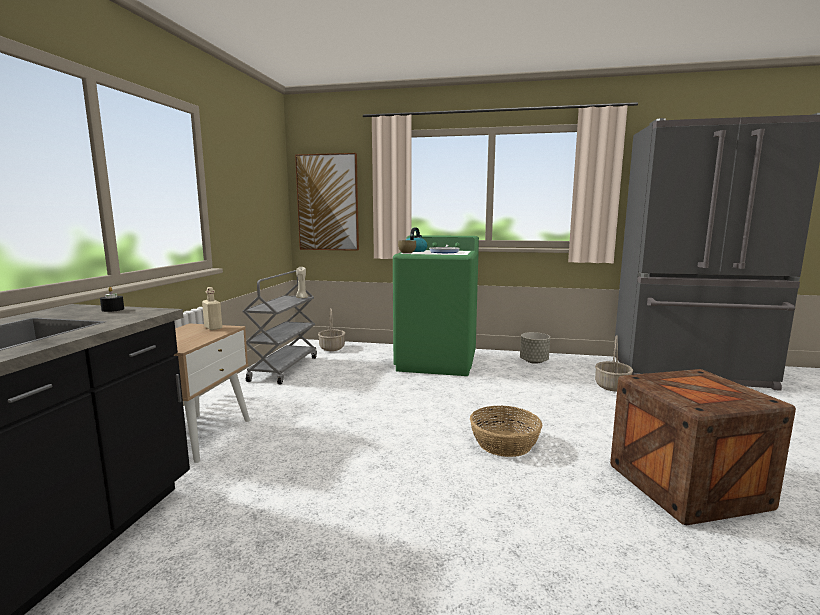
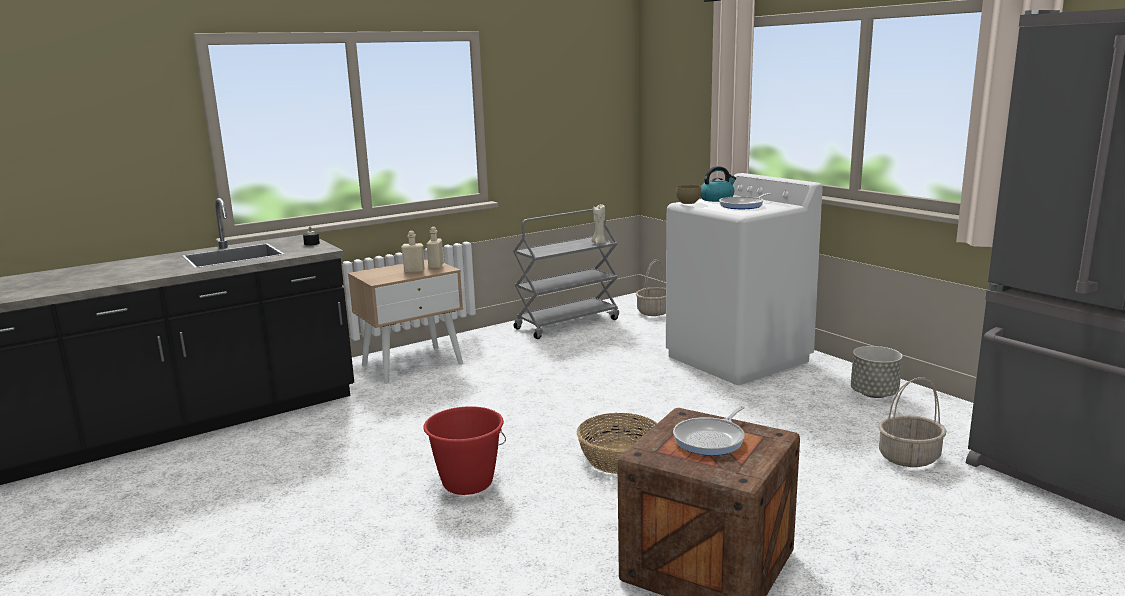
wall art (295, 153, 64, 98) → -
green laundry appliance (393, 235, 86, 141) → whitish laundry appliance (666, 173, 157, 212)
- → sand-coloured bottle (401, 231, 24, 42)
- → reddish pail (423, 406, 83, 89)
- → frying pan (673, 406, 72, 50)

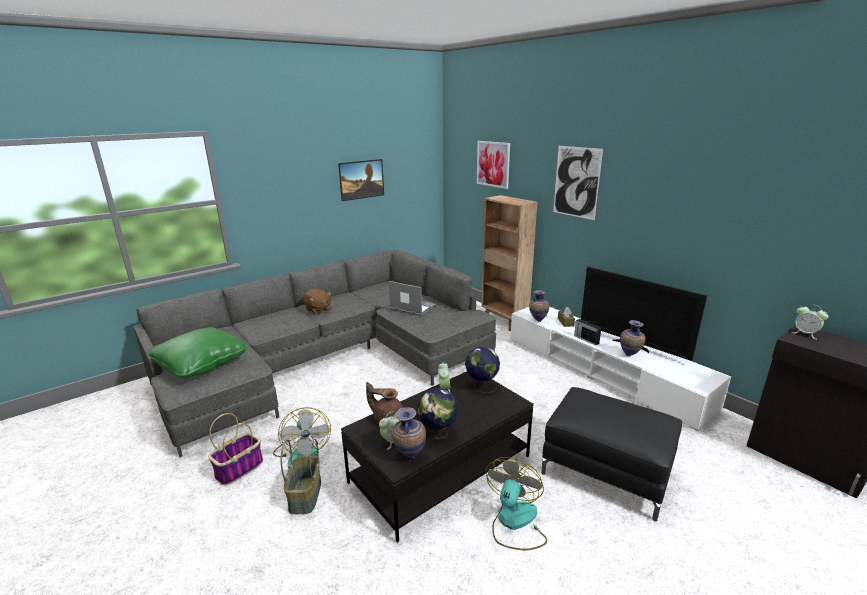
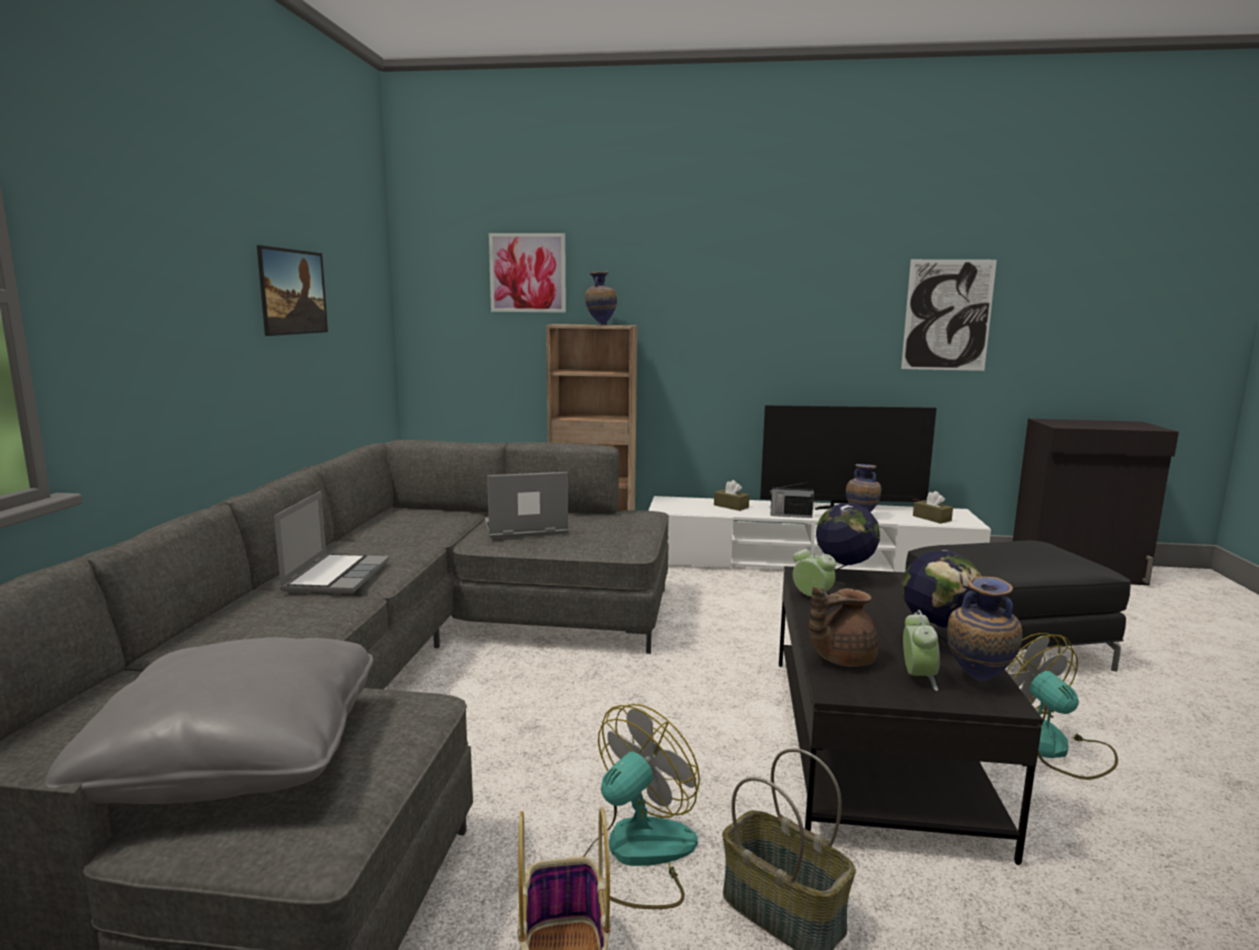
wall art (553, 146, 50, 74) → wall art (901, 259, 96, 112), shifted
brownish cuddly toy (303, 289, 29, 26) → notebook computer (274, 491, 115, 103)
decorative vase (529, 290, 20, 32) → decorative vase (585, 271, 32, 54), shifted
bedside clock (791, 304, 38, 36) → -
green cushion (148, 327, 99, 51) → gray cushion (45, 637, 328, 167)
cooling fan (273, 407, 58, 61) → cooling fan (584, 704, 116, 205), 75 degrees counterclockwise
- → brownish tissue holder (913, 491, 40, 33)

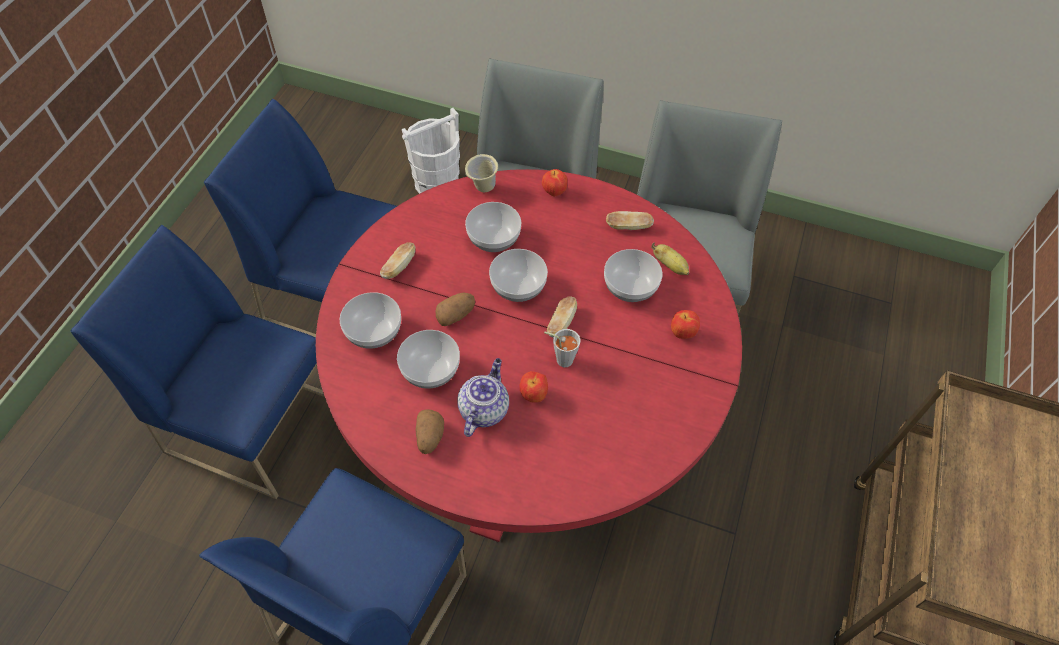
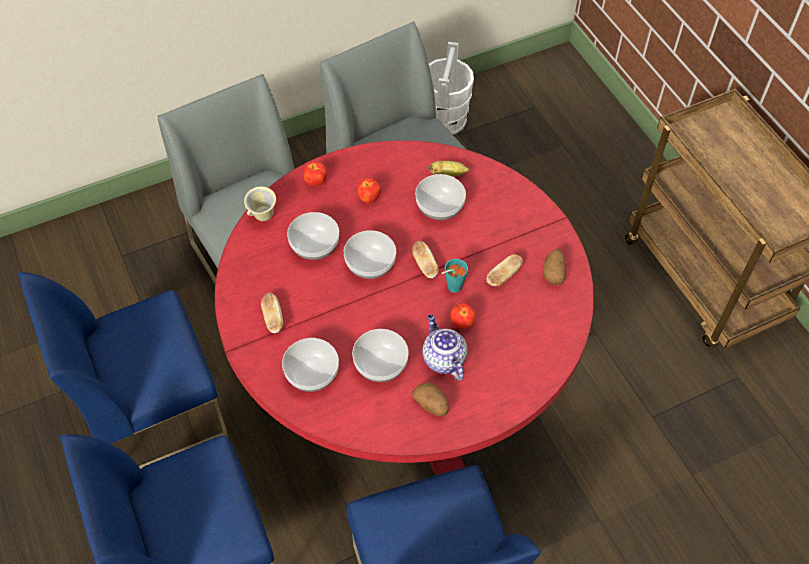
whitish pail (402, 108, 58, 86) → whitish pail (429, 42, 45, 93), shifted
bread (606, 211, 48, 19) → bread (486, 254, 37, 32), shifted
potato (436, 293, 39, 33) → potato (543, 249, 23, 36), shifted
apple (671, 310, 29, 29) → apple (357, 178, 24, 26), shifted
gray drinking cup (544, 329, 37, 38) → turquoise drinking cup (442, 259, 26, 34)

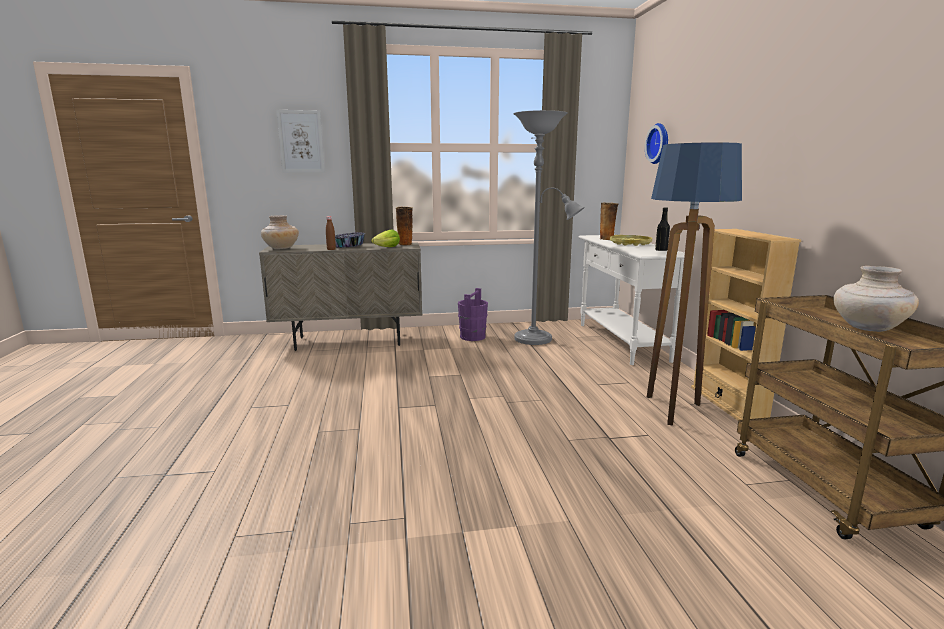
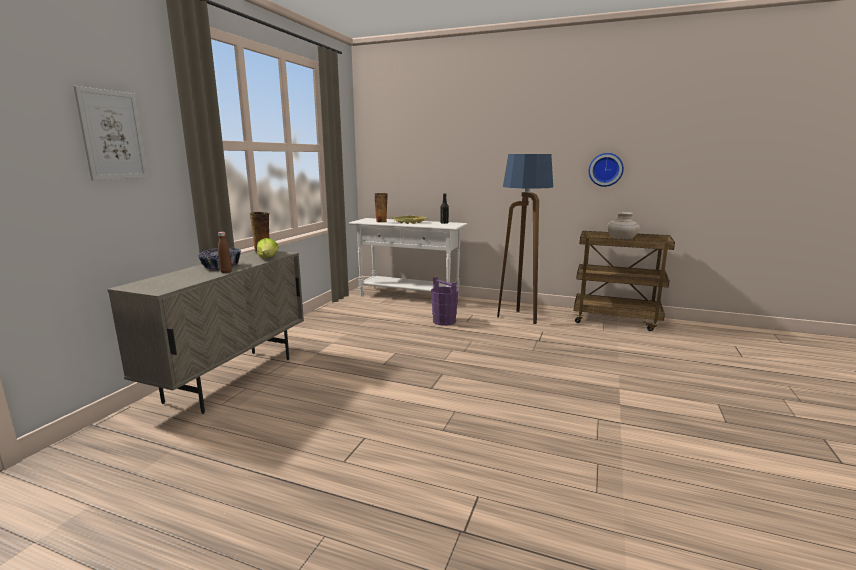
gray standing lamp (514, 110, 71, 235) → -
hanging clock (645, 123, 23, 41) → hanging clock (589, 153, 35, 34), shifted
sand-coloured decorative vase (261, 215, 38, 34) → -
sand-coloured shelving unit (691, 229, 110, 191) → -
purple pail (458, 288, 30, 53) → purple pail (431, 277, 27, 49), shifted

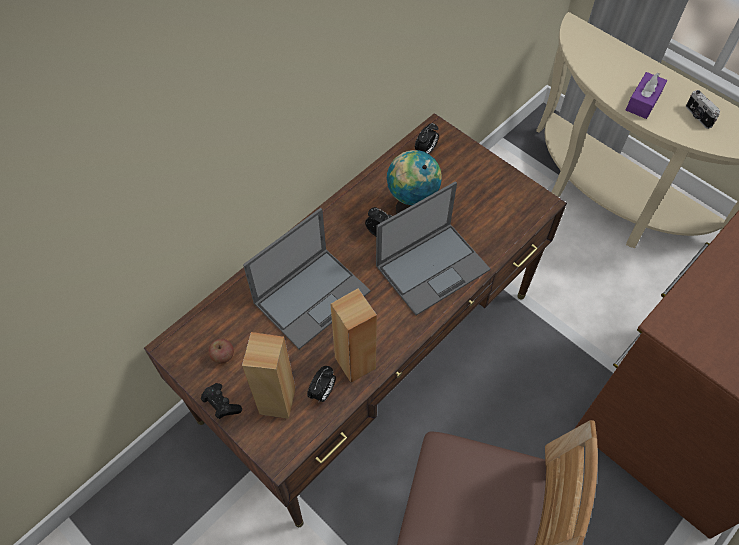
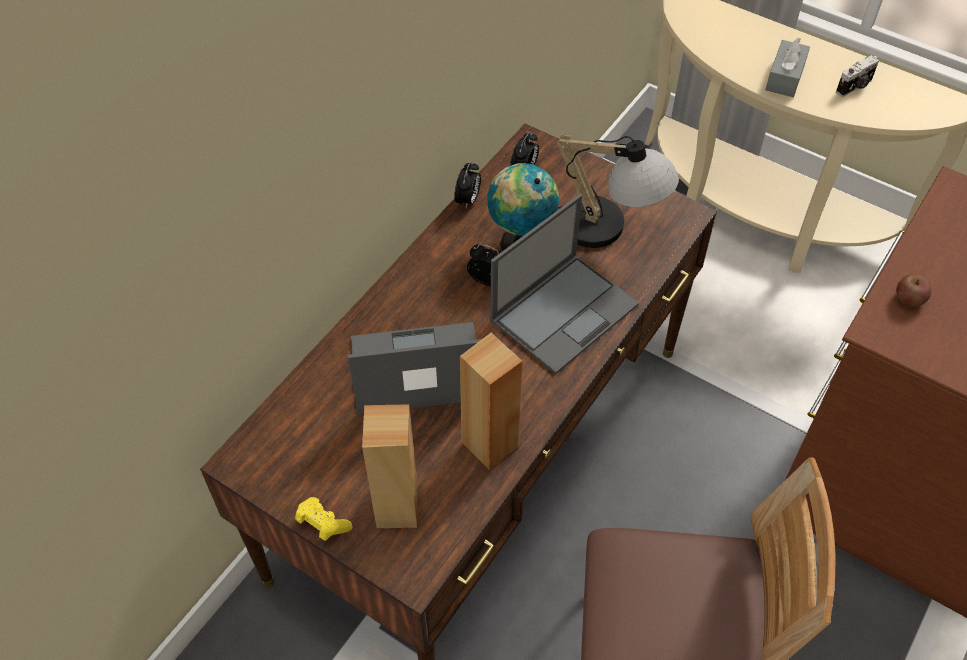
purple tissue holder (626, 72, 41, 47) → gray tissue holder (765, 38, 45, 59)
photo camera (686, 90, 34, 39) → photo camera (836, 55, 43, 42), 90 degrees counterclockwise
notebook computer (243, 208, 128, 141) → notebook computer (348, 322, 134, 93), 135 degrees counterclockwise
apple (209, 339, 25, 25) → apple (896, 274, 36, 33), shifted
bedside clock (307, 366, 29, 36) → bedside clock (454, 162, 27, 46), shifted
black-coloured gamepad (201, 383, 41, 36) → yellow gamepad (295, 497, 57, 44)
- → tabletop lamp (557, 135, 122, 113)

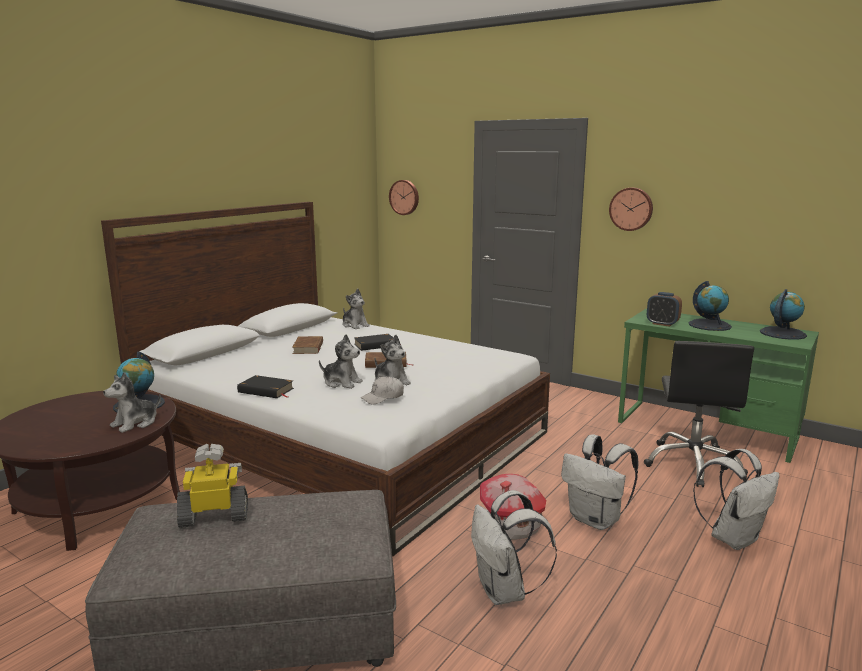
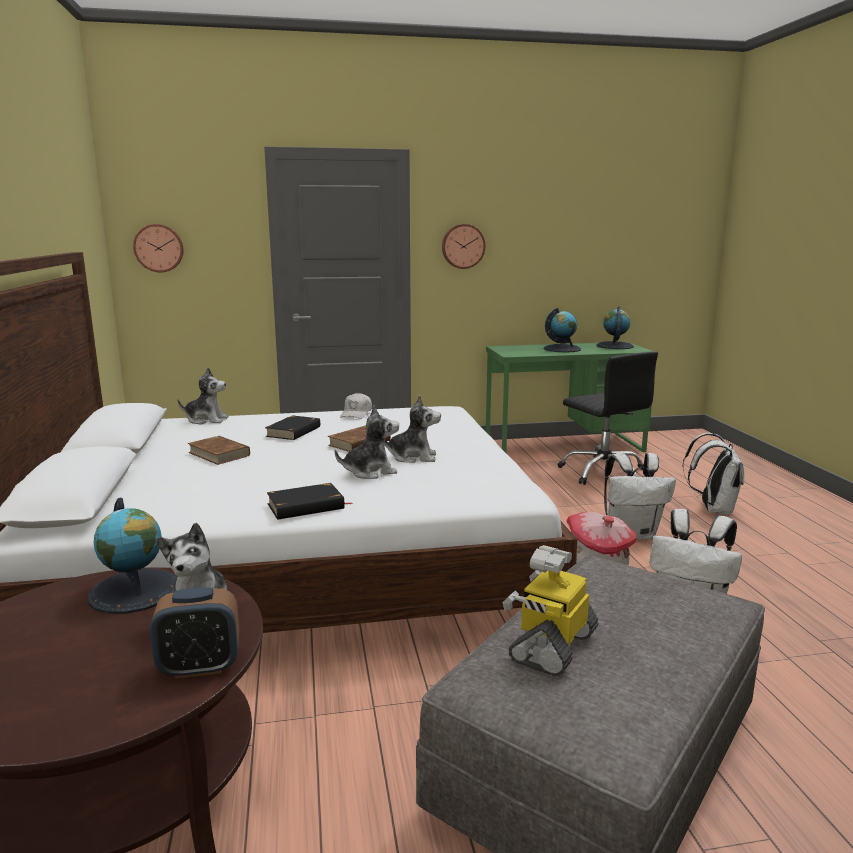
bedside clock (647, 292, 35, 35) → bedside clock (150, 587, 89, 92), shifted
whitish baseball cap (361, 376, 43, 29) → whitish baseball cap (340, 393, 32, 26), shifted

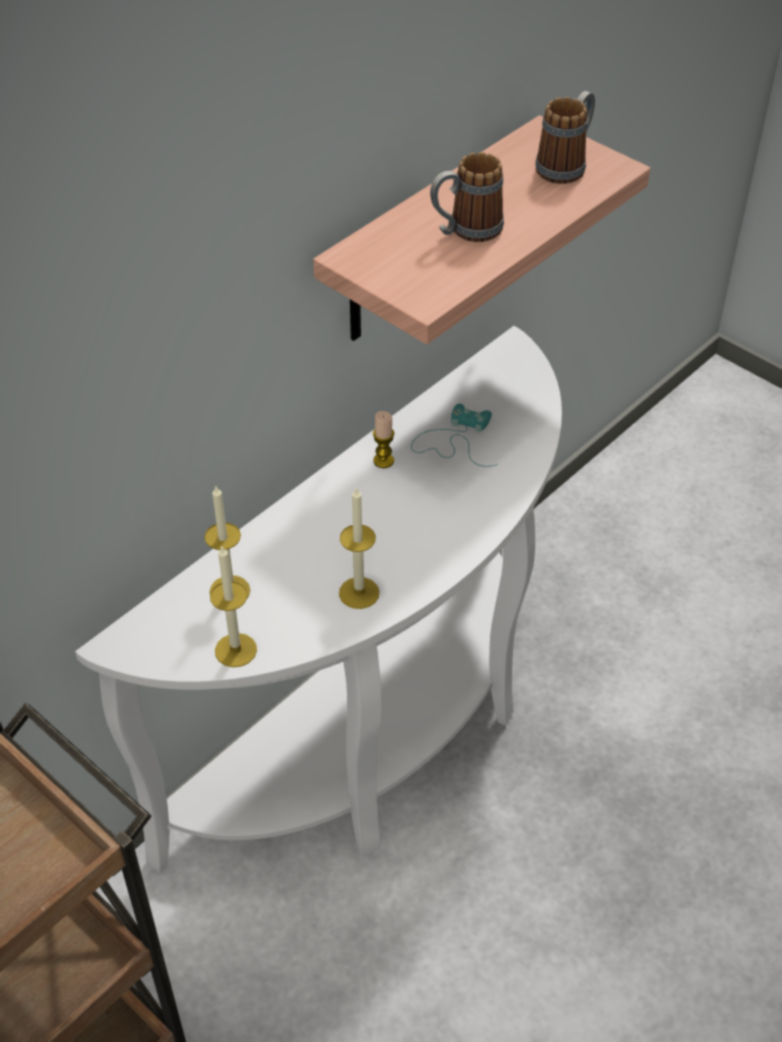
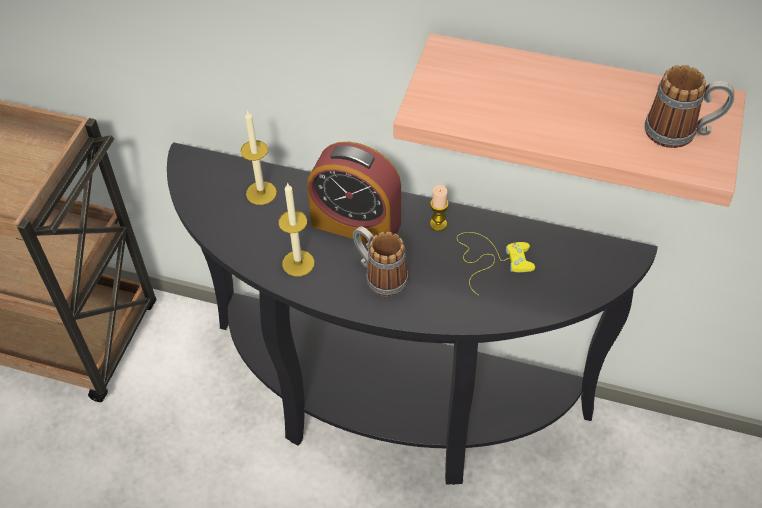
coffee mug (430, 152, 74, 90) → coffee mug (353, 226, 55, 70), shifted
whitish console table (75, 326, 487, 547) → black-coloured console table (167, 142, 491, 343)
turquoise gamepad (411, 404, 87, 63) → yellow gamepad (457, 232, 78, 63)
wax candle (210, 546, 47, 121) → -
- → bedside clock (307, 142, 94, 101)

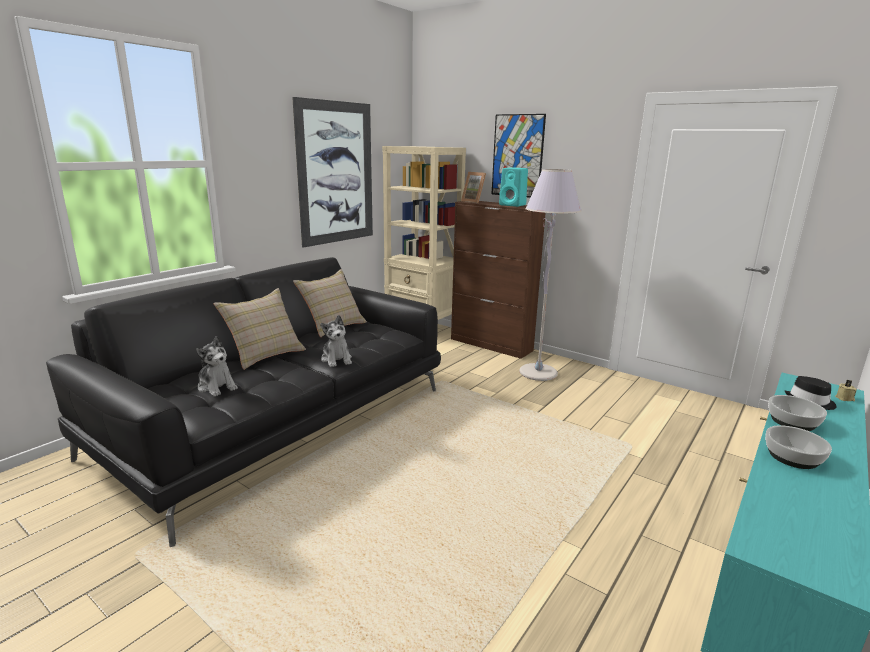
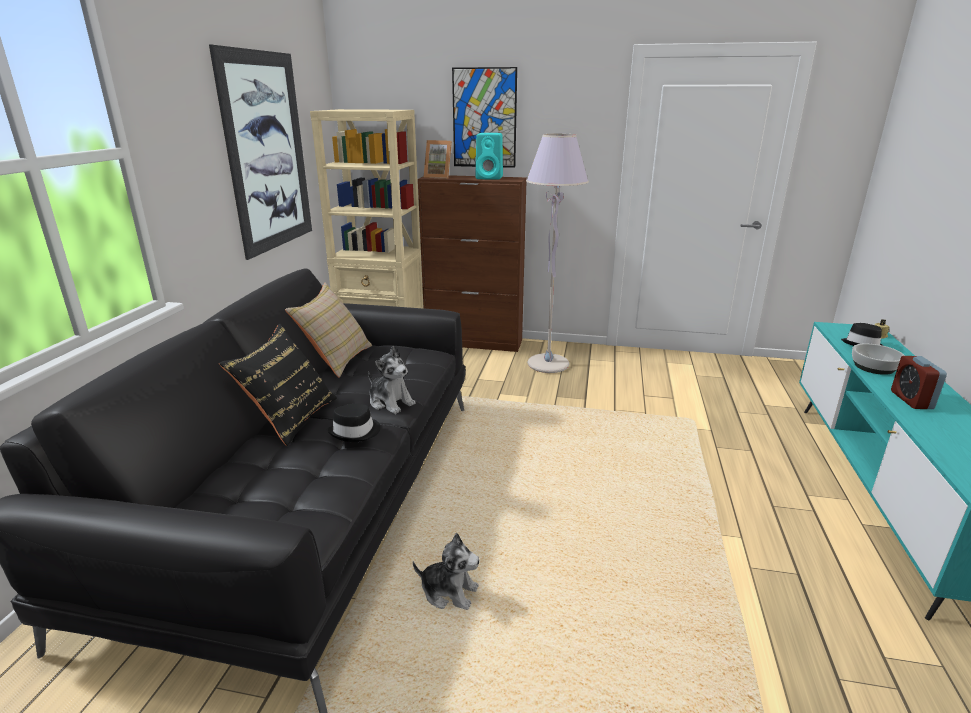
sand-coloured cushion (214, 288, 92, 82) → black-coloured cushion (219, 324, 118, 122)
cuddly toy (196, 336, 42, 61) → cuddly toy (413, 533, 67, 77), shifted
deep dish (765, 425, 67, 44) → bedside clock (891, 356, 56, 53)
- → black-coloured hat (327, 403, 54, 39)

